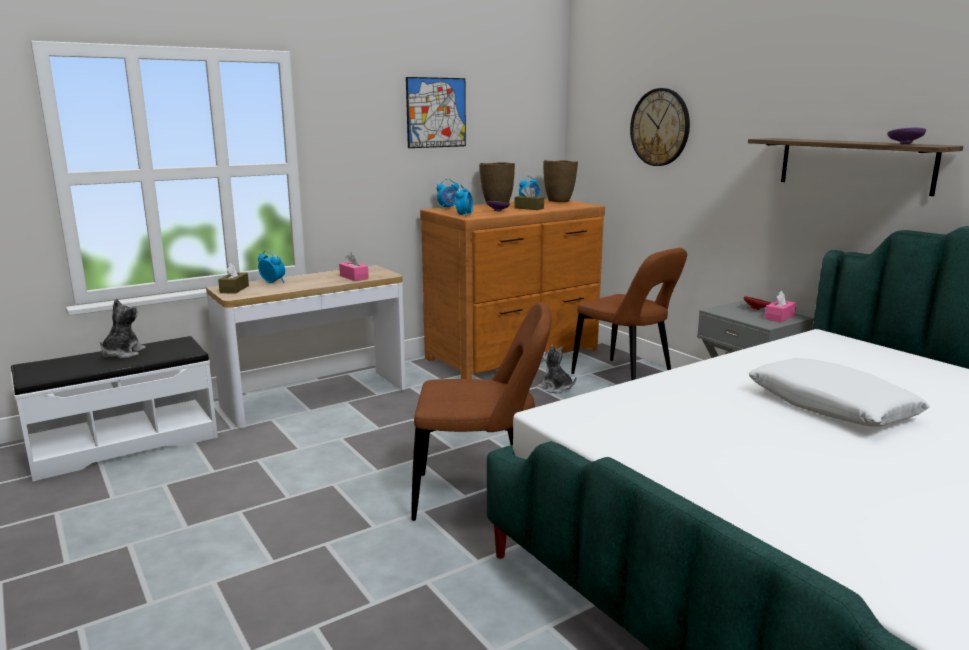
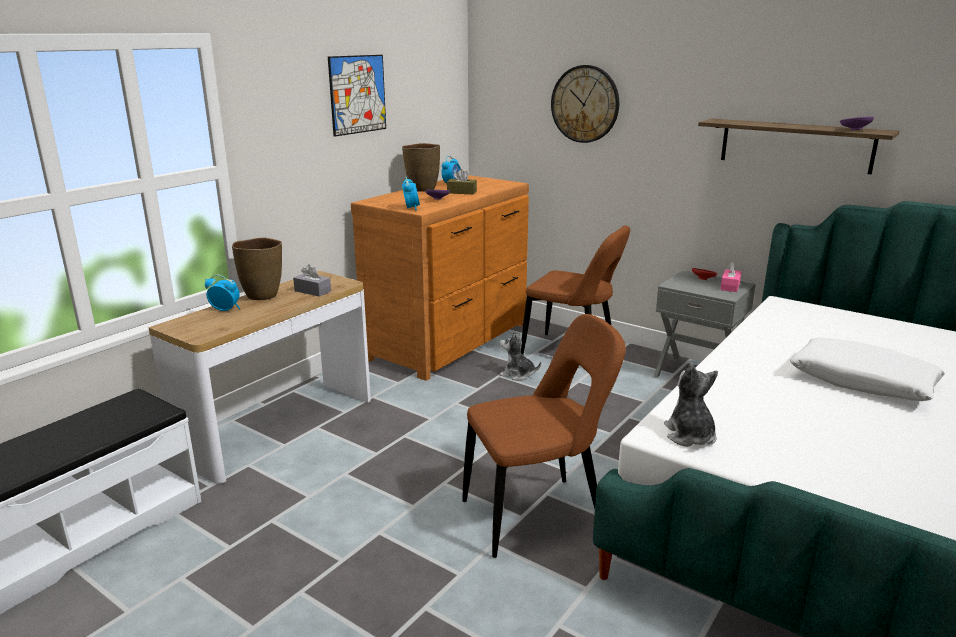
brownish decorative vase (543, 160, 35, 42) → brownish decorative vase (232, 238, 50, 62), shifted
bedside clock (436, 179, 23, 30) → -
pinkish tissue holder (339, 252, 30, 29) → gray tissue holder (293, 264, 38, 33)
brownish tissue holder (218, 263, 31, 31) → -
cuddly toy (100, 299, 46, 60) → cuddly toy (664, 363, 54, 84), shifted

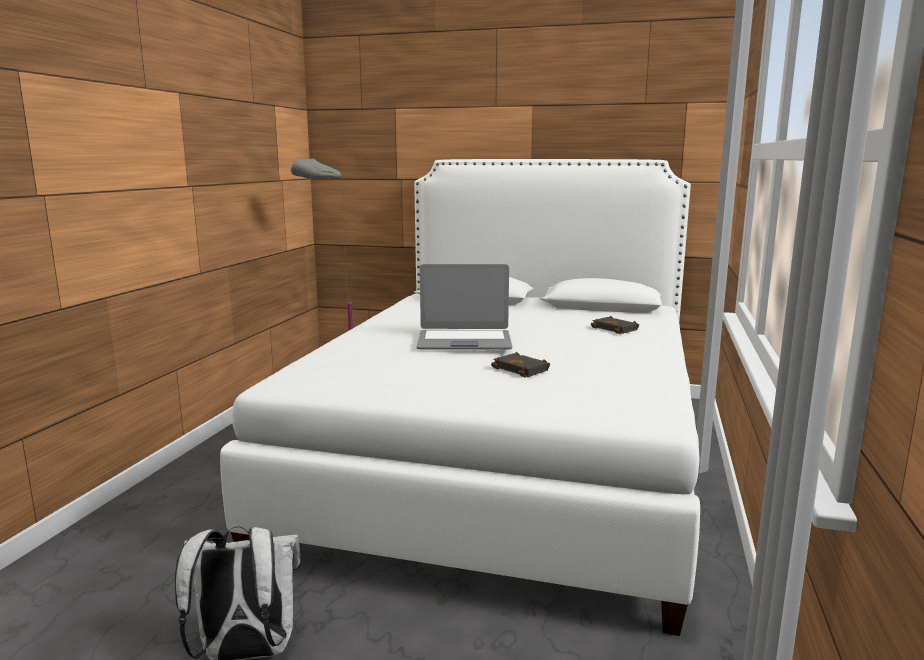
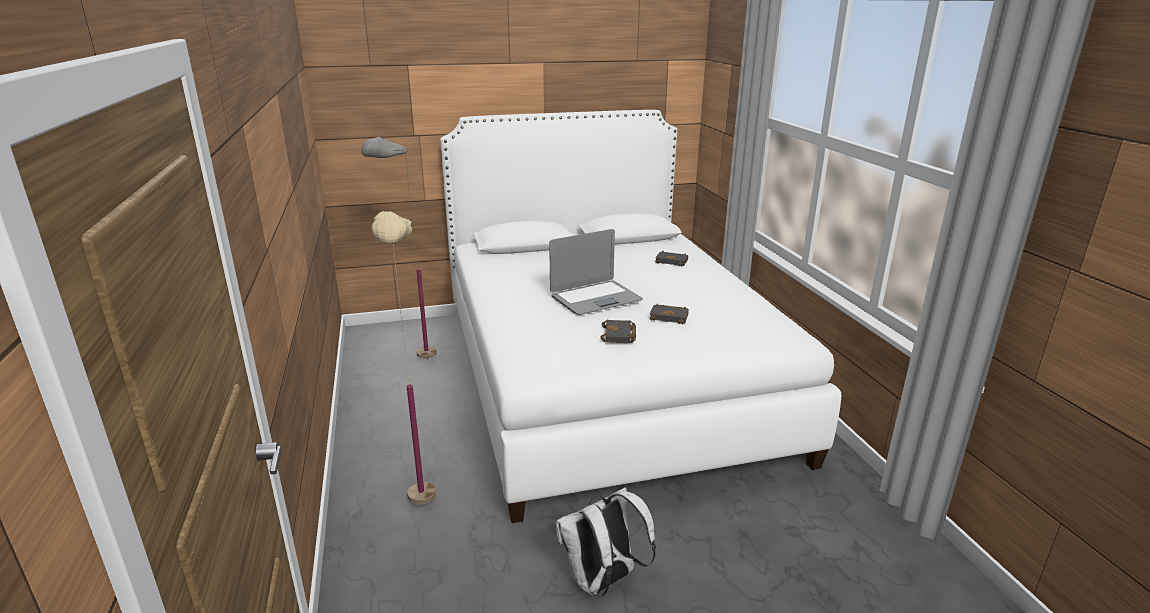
- → sand-coloured standing lamp (371, 211, 65, 293)
- → black-coloured bound book (601, 320, 35, 23)

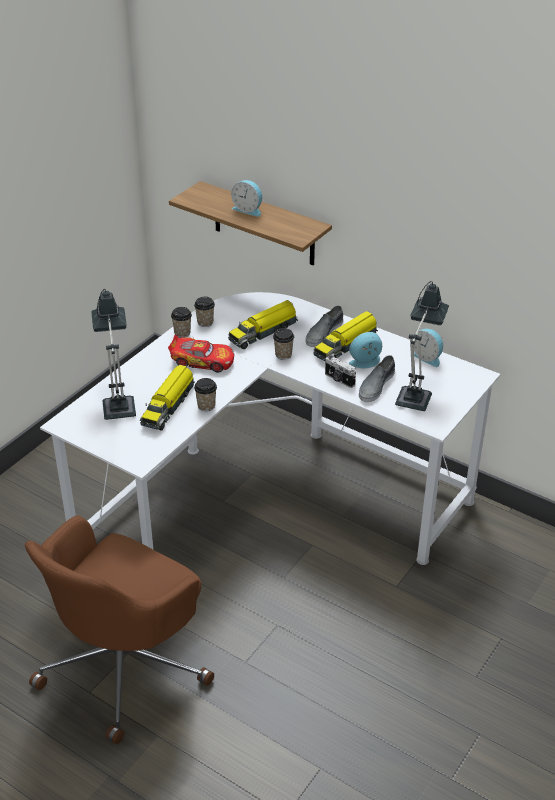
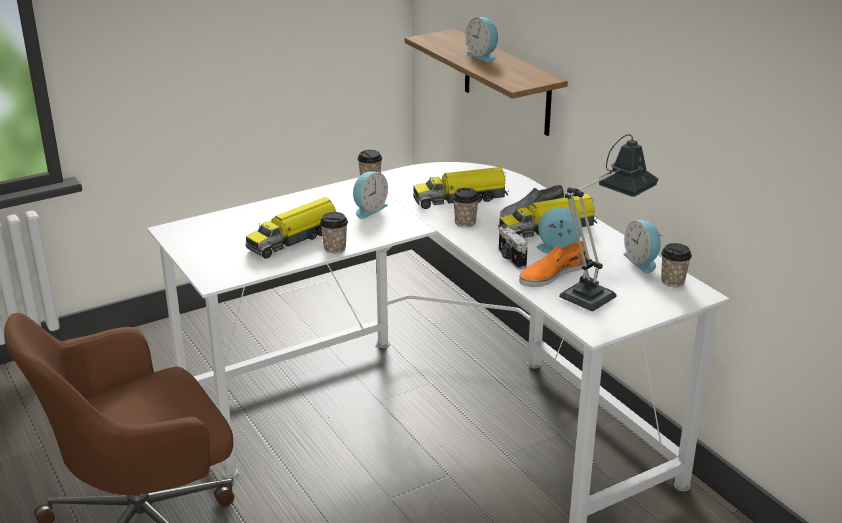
tabletop lamp (91, 289, 45, 131) → -
drinking cup (194, 297, 21, 30) → drinking cup (661, 243, 31, 44), shifted
model car (168, 335, 66, 38) → bedside clock (353, 171, 35, 48)
gray item of footwear (359, 355, 36, 47) → orangey item of footwear (519, 241, 68, 46)

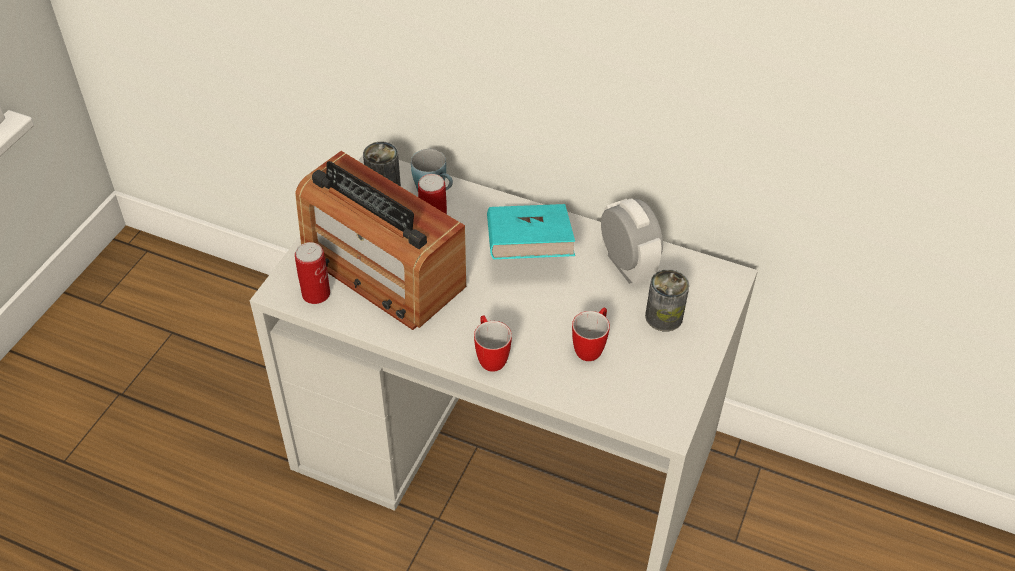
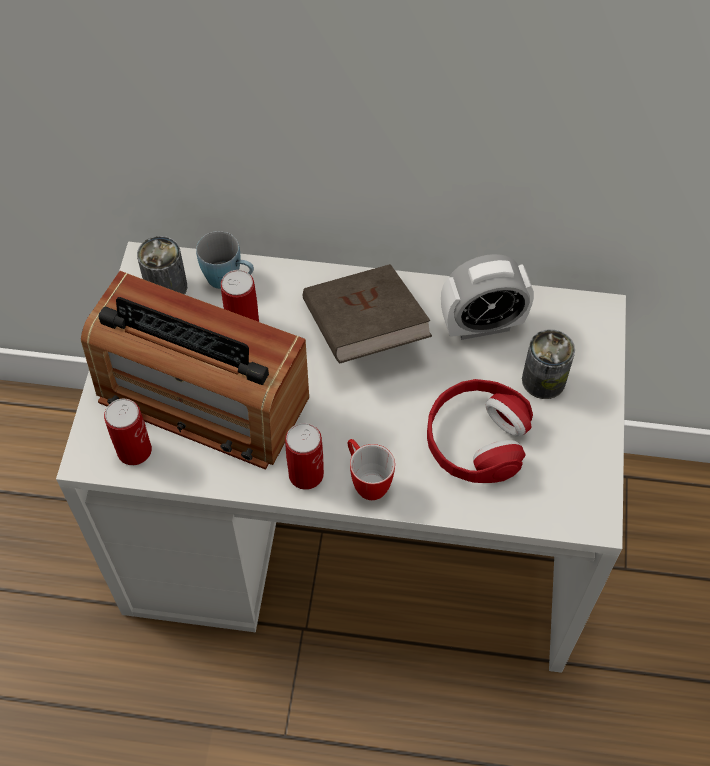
bedside clock (601, 198, 62, 87) → bedside clock (441, 254, 93, 86), 120 degrees clockwise
turquoise bound book (487, 204, 88, 55) → brownish bound book (303, 264, 129, 99)
coffee mug (572, 308, 38, 53) → reddish pair of headphones (427, 379, 106, 104)
- → sealed can (285, 423, 39, 67)

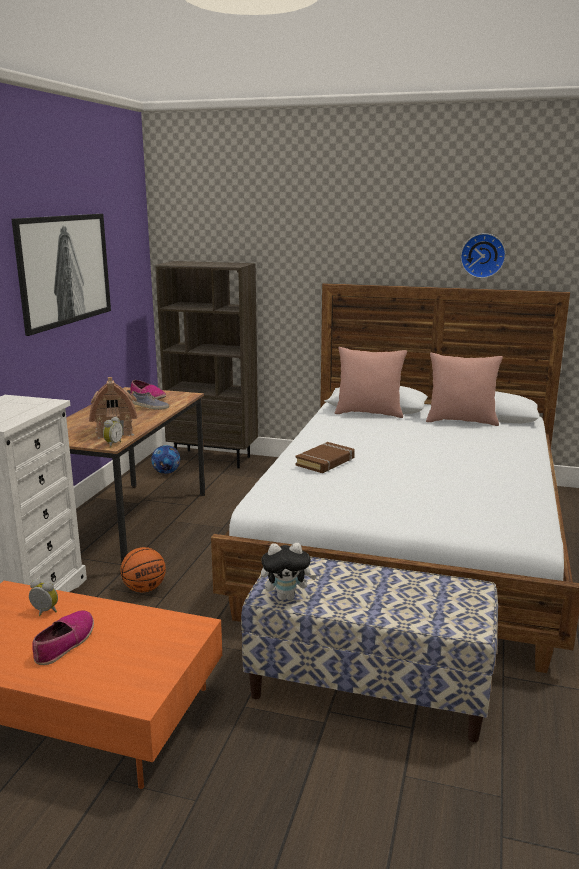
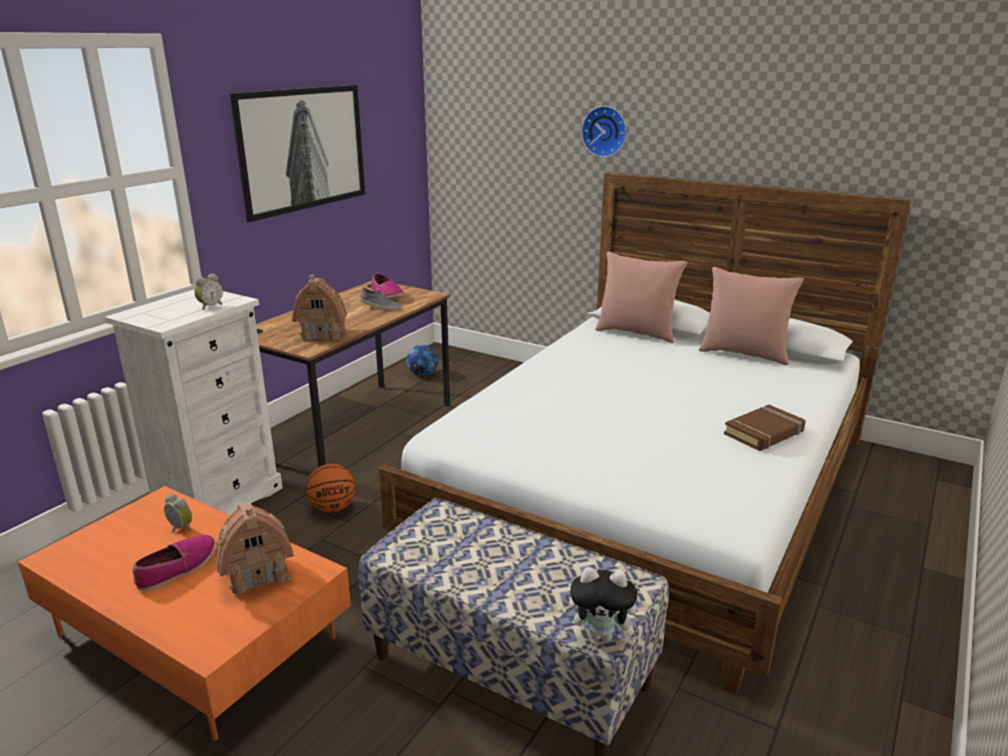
hanging clock (460, 233, 46, 45) → hanging clock (581, 106, 46, 51), shifted
brownish shelving unit (155, 261, 103, 207) → -
bedside clock (103, 416, 20, 32) → bedside clock (194, 274, 29, 36), shifted
brownish bound book (295, 442, 60, 31) → brownish bound book (724, 405, 82, 46), shifted
cuddly toy (261, 543, 56, 58) → cuddly toy (569, 567, 76, 75), shifted
- → toy house (216, 502, 78, 95)

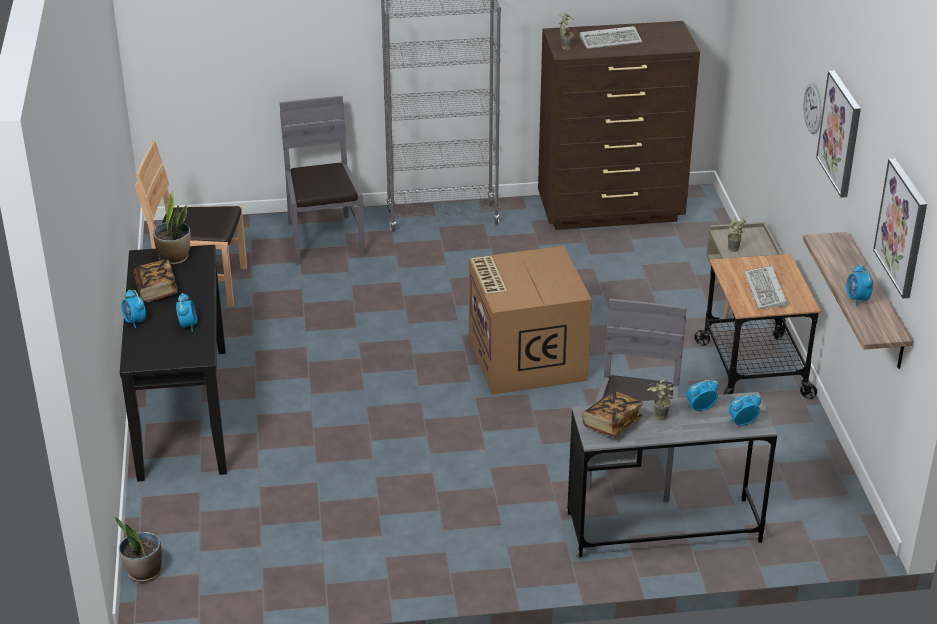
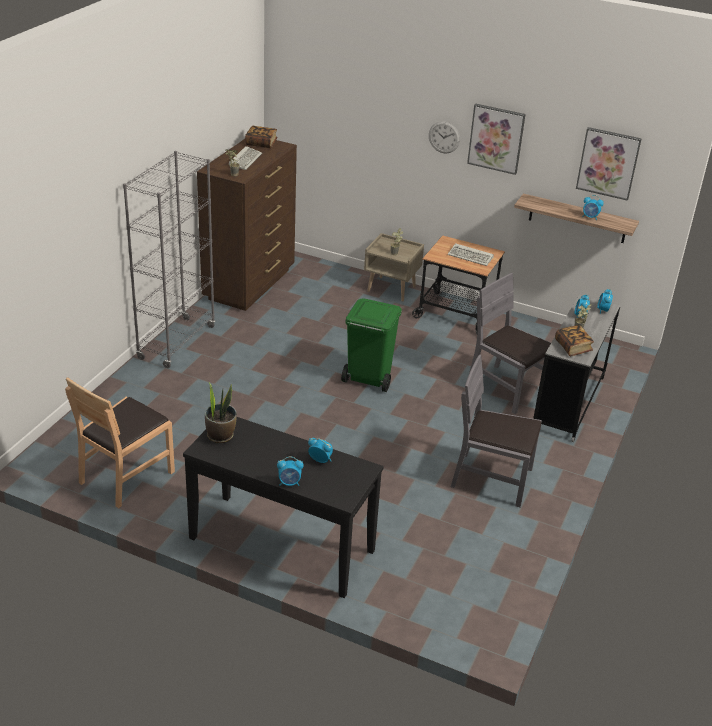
gray plain chair (280, 96, 85, 169) → gray plain chair (451, 354, 91, 153), shifted
carton (469, 246, 123, 149) → green rubbish bin (341, 298, 61, 94)
bound book (133, 259, 45, 44) → bound book (245, 126, 32, 22), shifted
potted plant (115, 517, 47, 65) → -

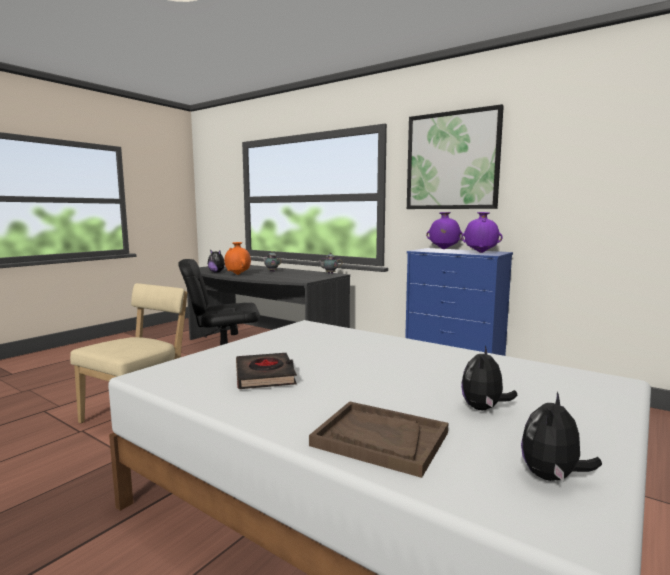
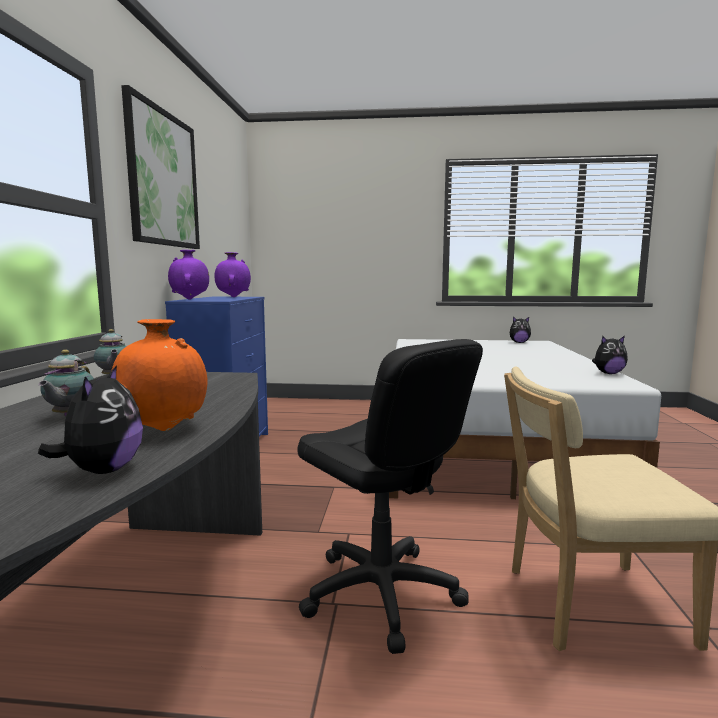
cuddly toy (461, 346, 56, 64) → cuddly toy (592, 336, 36, 38), shifted
black-coloured bound book (236, 353, 60, 36) → -
brownish carrying tray (309, 401, 139, 77) → -

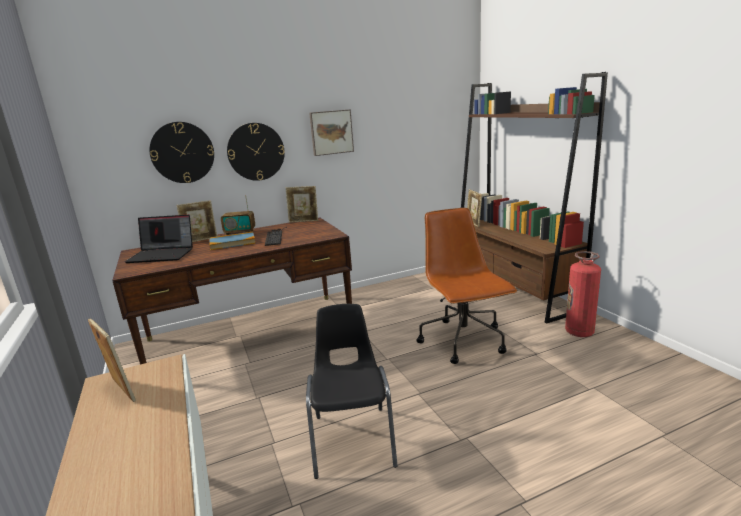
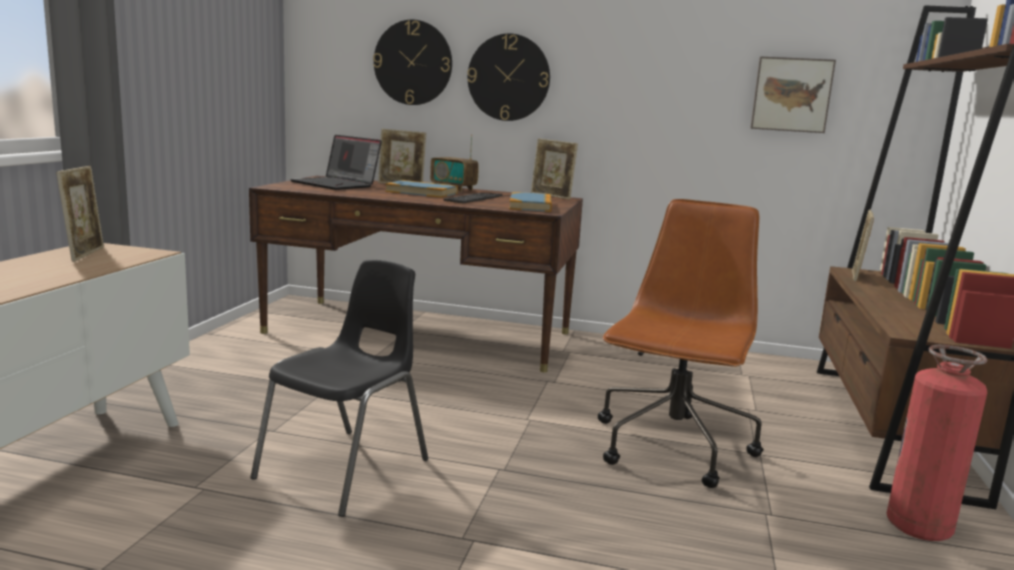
wall art (309, 109, 45, 47) → wall art (751, 57, 85, 76), shifted
- → bound book (509, 192, 43, 20)

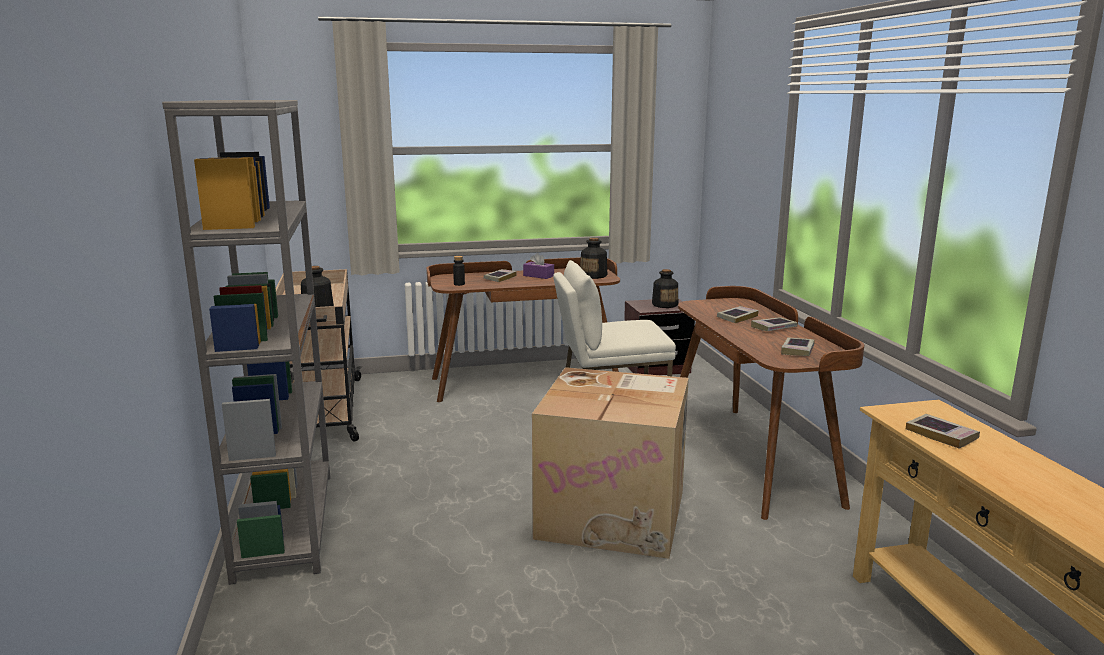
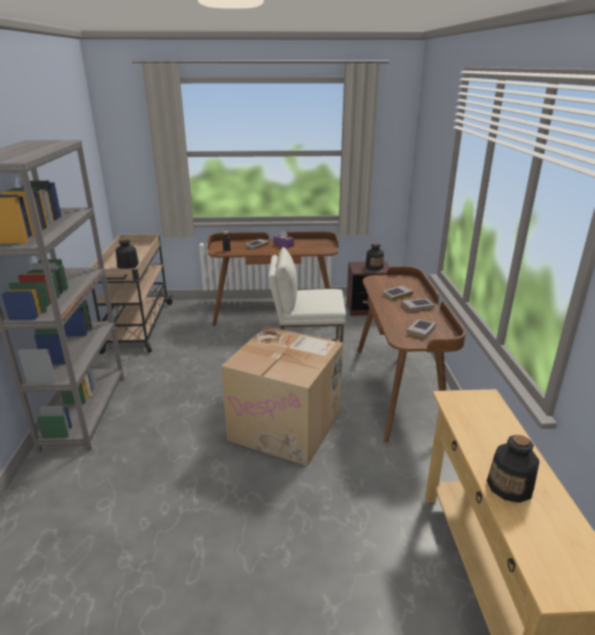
bottle (580, 238, 27, 41) → bottle (487, 435, 53, 68), shifted
bound book (906, 414, 74, 34) → -

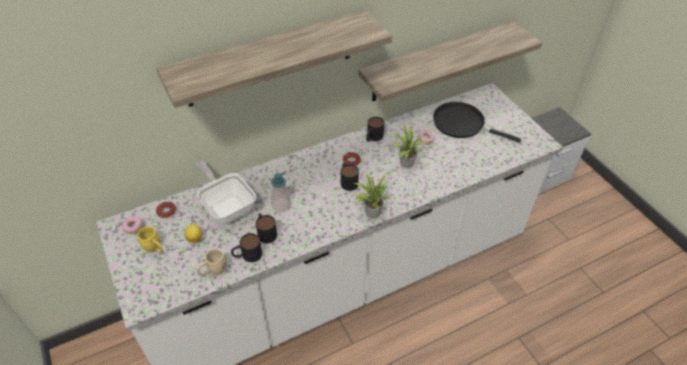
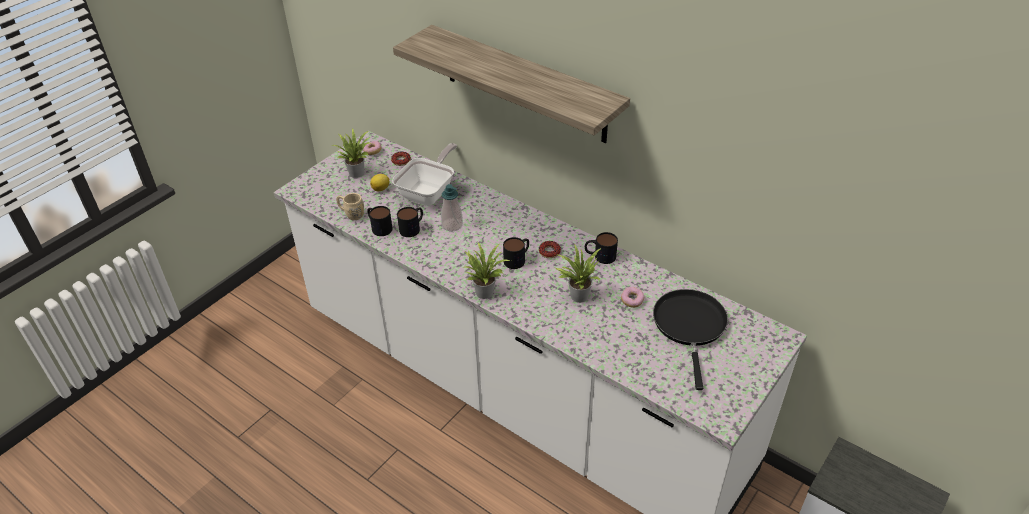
wall shelf (358, 21, 184, 81) → -
yellow coffee mug (137, 226, 26, 27) → potted plant (333, 128, 39, 50)

